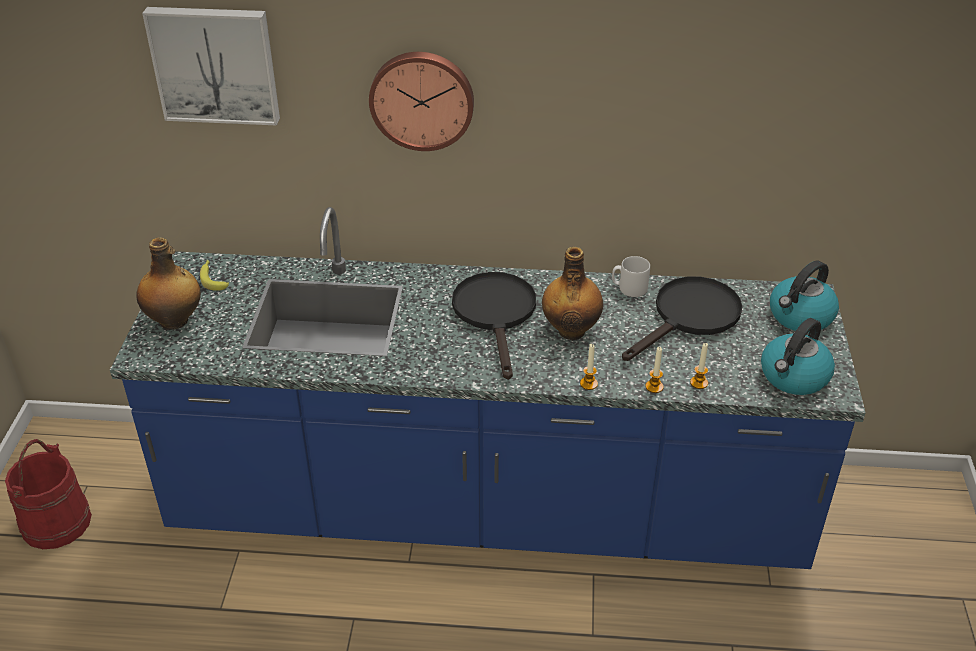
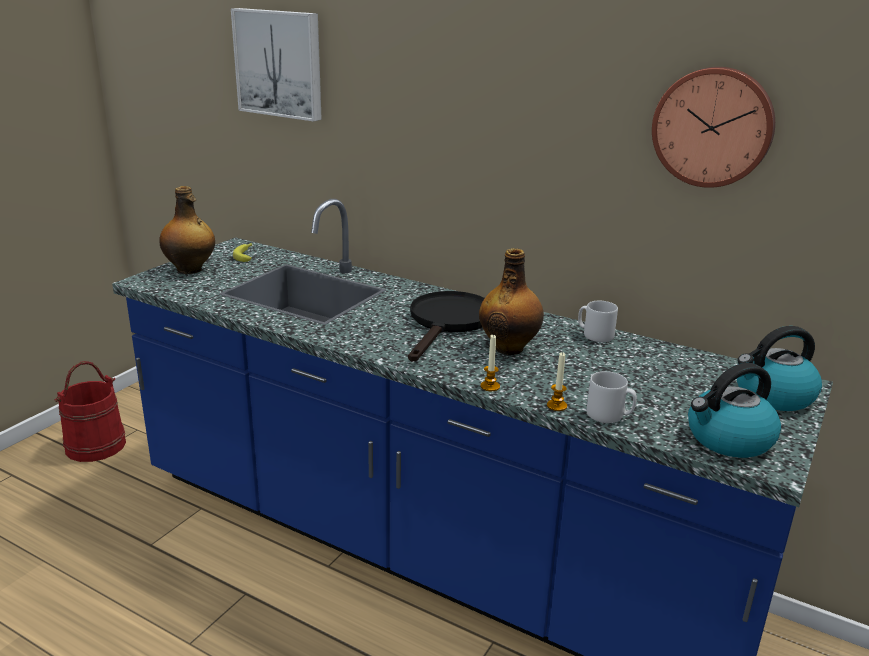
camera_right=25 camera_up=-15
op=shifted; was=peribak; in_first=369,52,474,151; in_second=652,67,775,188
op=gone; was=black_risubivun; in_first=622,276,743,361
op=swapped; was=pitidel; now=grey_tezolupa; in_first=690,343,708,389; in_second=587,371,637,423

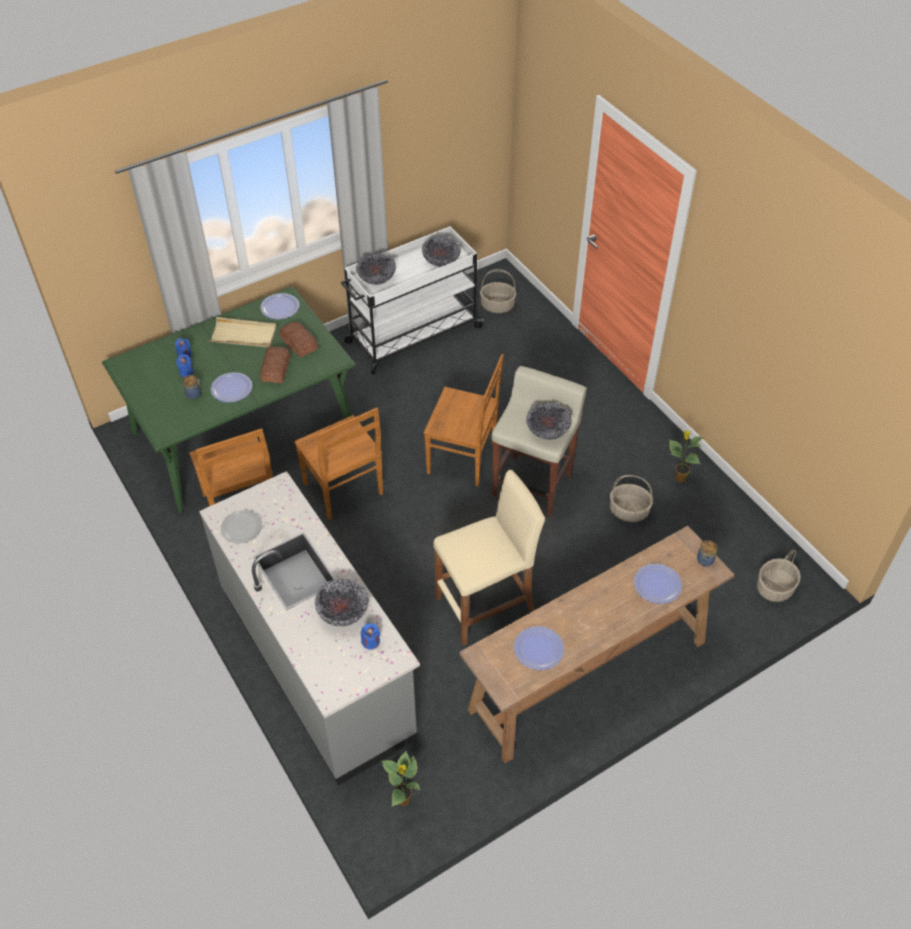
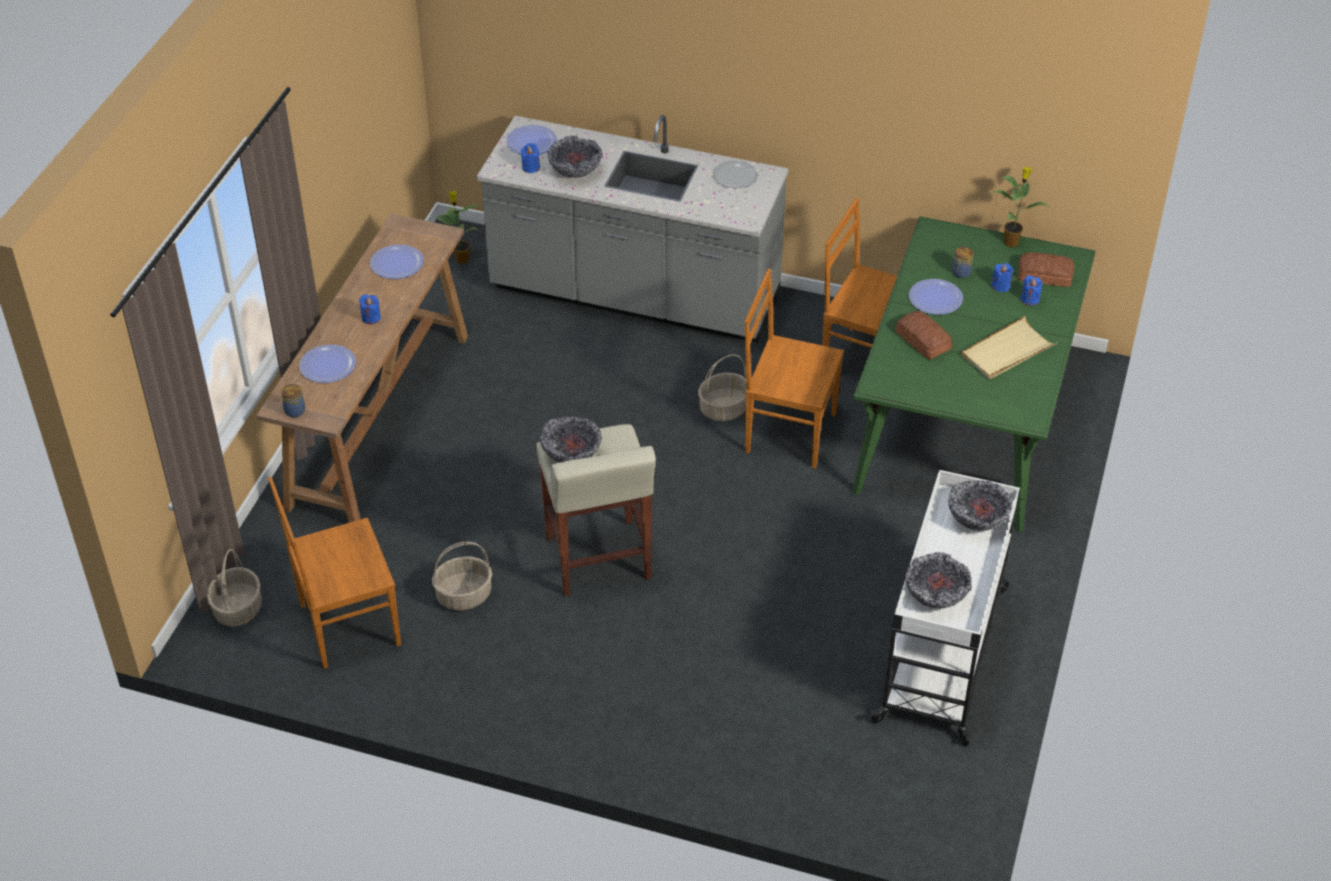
camera_right=140 camera_up=-5
op=shifted; was=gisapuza; in_first=260,293,300,320; in_second=506,125,557,155
op=shifted; was=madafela; in_first=279,322,318,358; in_second=1018,252,1074,287
op=shifted; was=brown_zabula; in_first=424,354,504,486; in_second=268,477,401,669
op=gone; was=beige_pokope; in_first=434,470,545,645
op=shifted; was=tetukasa; in_first=480,269,516,313; in_second=698,354,747,421
op=shifted; was=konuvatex; in_first=669,430,704,482; in_second=992,167,1048,248
op=new; now=blue_pitidel; in_second=359,295,381,325

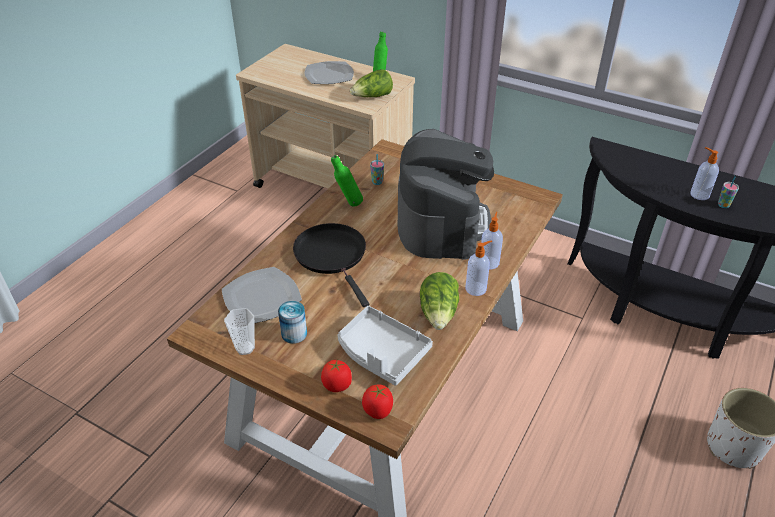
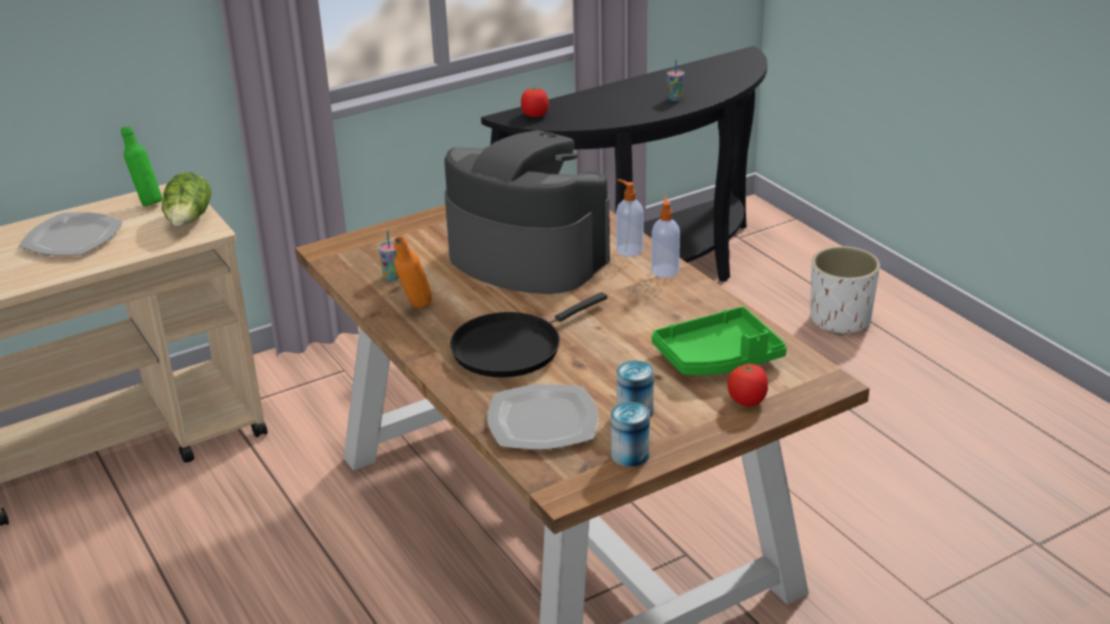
camera_right=-60 camera_up=-10
op=swapped; was=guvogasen; now=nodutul; in_first=224,308,255,355; in_second=611,402,650,467
op=rotated; was=black_risubivun; in_first=293,223,369,307; in_second=450,292,607,377; clockwise=-45
op=repainted; was=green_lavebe; now=orange_lavebe; in_first=331,155,363,207; in_second=394,236,432,308
op=repainted; was=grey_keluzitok; now=green_keluzitok; in_first=338,306,433,386; in_second=652,306,787,375
op=shifted; was=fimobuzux; in_first=362,384,393,419; in_second=521,87,549,117
op=gone; was=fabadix; in_first=420,272,459,330
op=gone; was=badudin; in_first=690,147,719,200

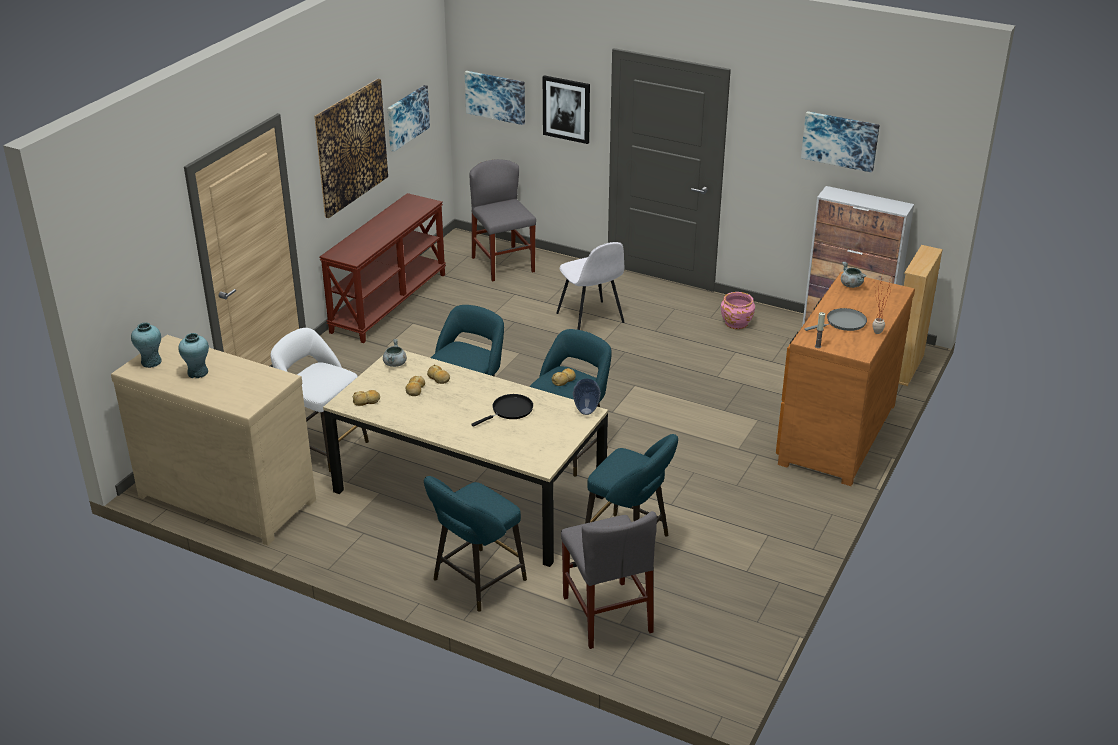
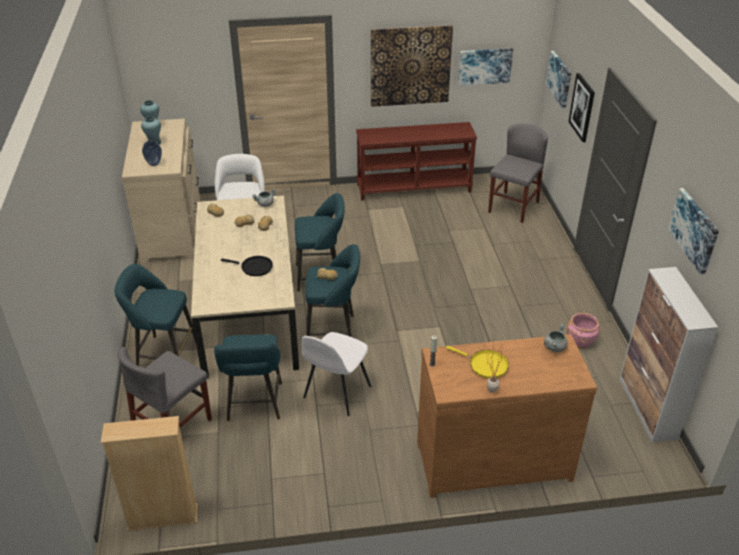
camera_right=55 camera_up=5
op=shifted; was=white_zabula; in_first=556,242,624,330; in_second=302,332,371,416
op=shifted; was=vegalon; in_first=573,379,601,415; in_second=142,141,162,166
op=repainted; was=grey_risubivun; now=yellow_risubivun; in_first=804,308,867,331; in_second=446,346,509,378
op=shifted; was=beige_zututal; in_first=899,245,943,386; in_second=101,416,198,531

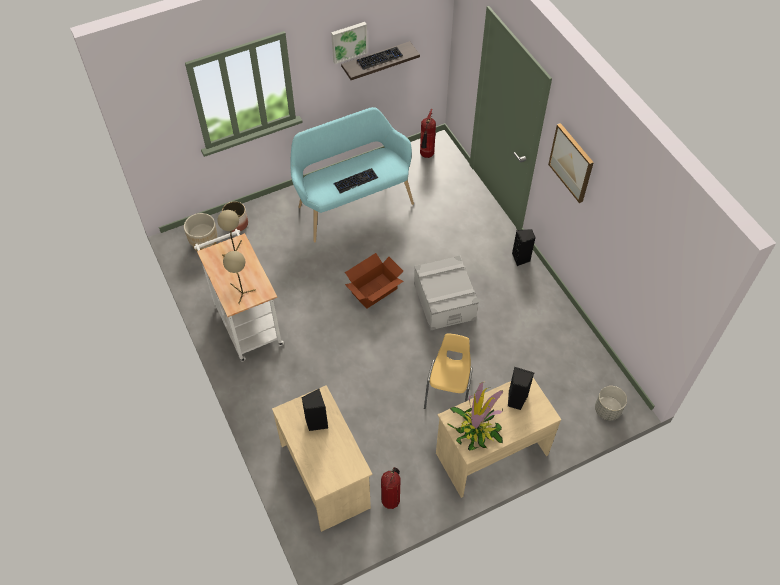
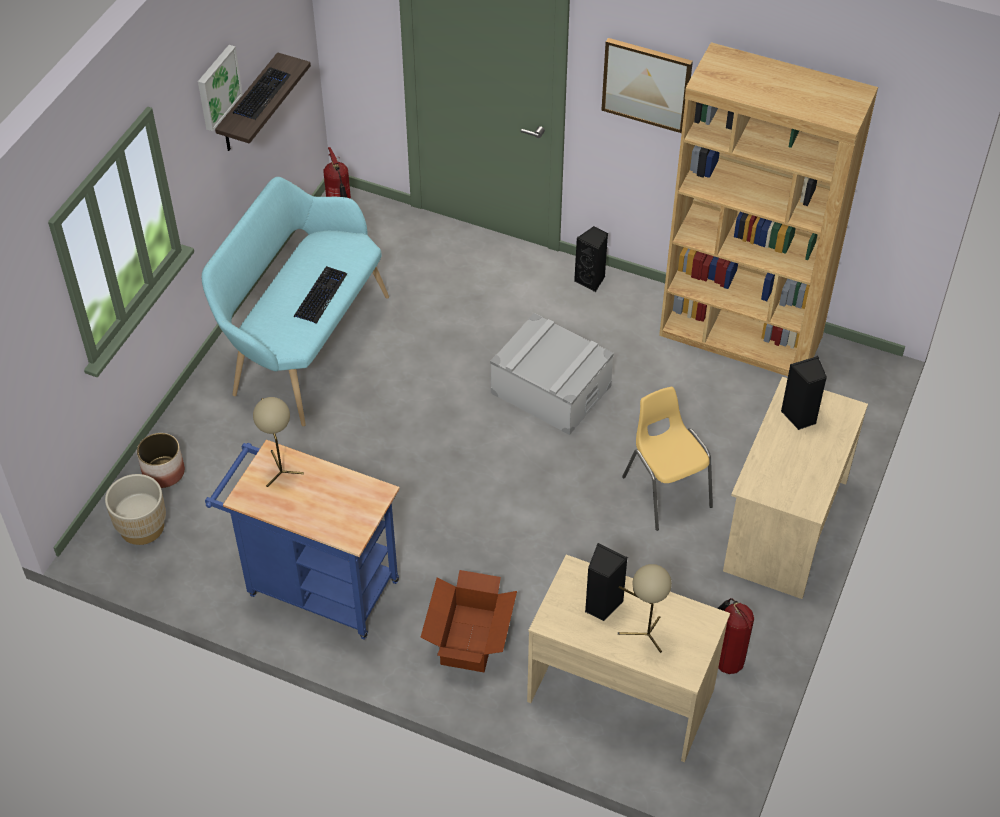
camera_right=-40 camera_up=-5
op=repainted; was=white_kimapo; now=blue_kimapo; in_first=194,229,284,362; in_second=205,440,400,640
op=shifted; was=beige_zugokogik; in_first=222,251,256,304; in_second=618,564,672,653
op=shifted; was=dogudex; in_first=345,253,404,309; in_second=420,570,517,672
op=gone; was=konuvatex; in_first=447,382,503,451
op=gone; was=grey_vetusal; in_first=595,386,627,420
op=new; now=brown_zututal; in_second=659,42,878,376

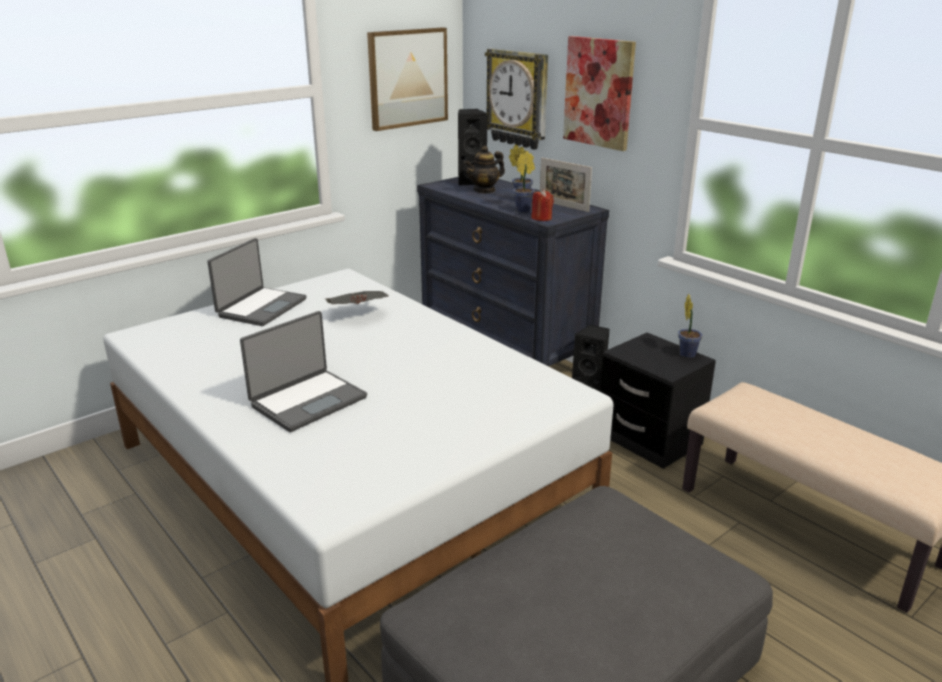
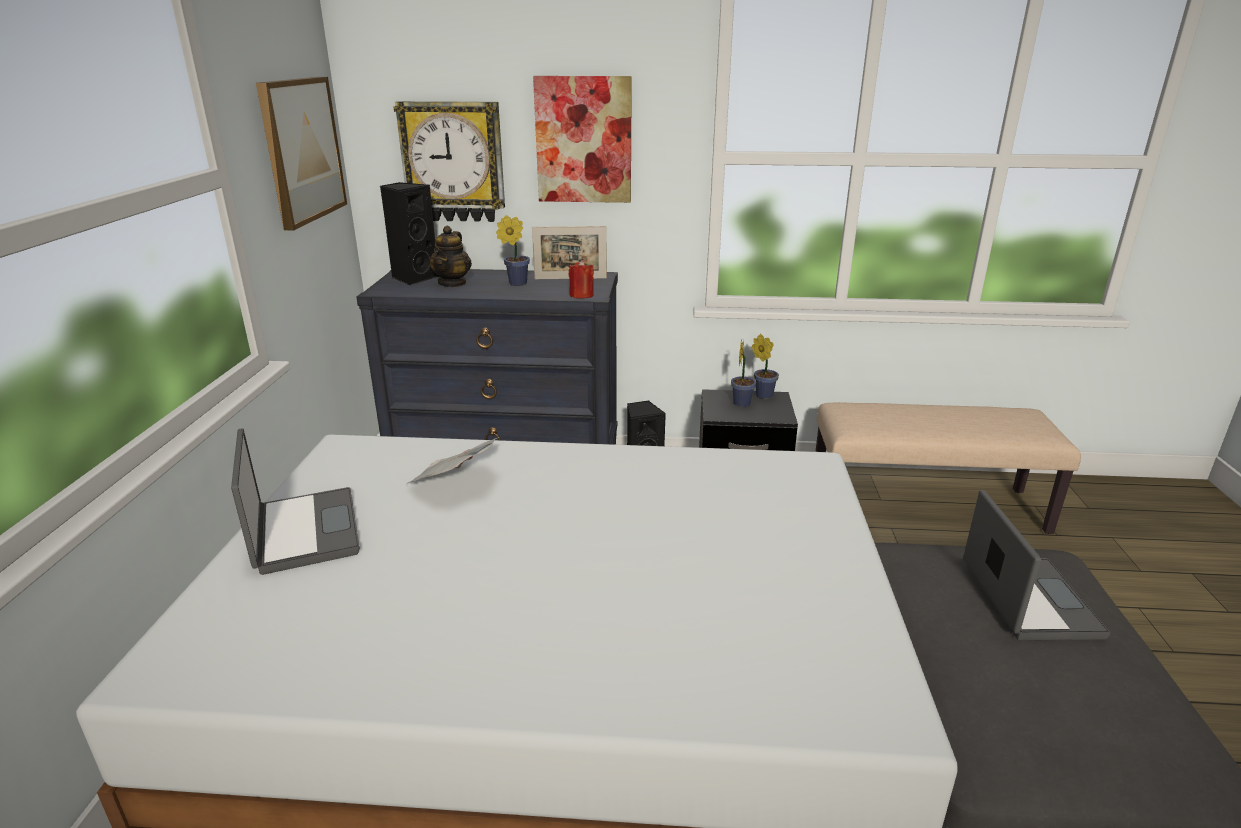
camera_right=-45 camera_up=0
op=shifted; was=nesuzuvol; in_first=240,311,367,432; in_second=963,490,1110,640
op=shifted; was=konuvatex; in_first=513,151,535,213; in_second=731,339,756,407

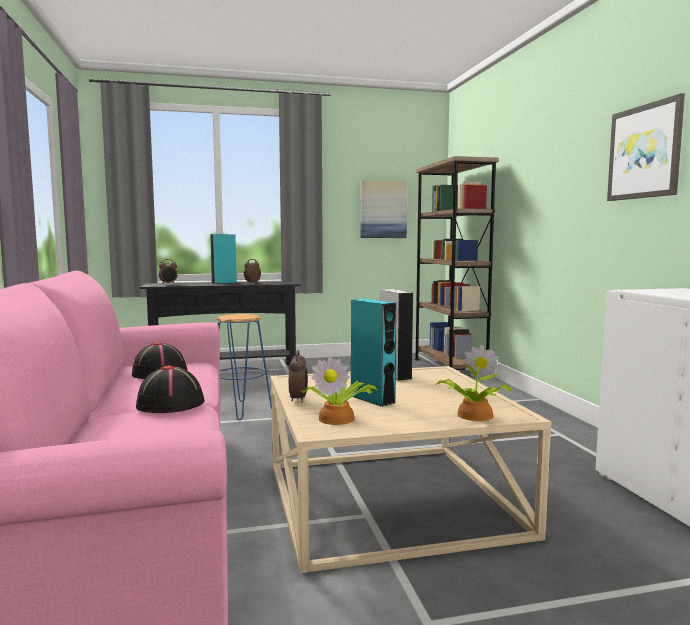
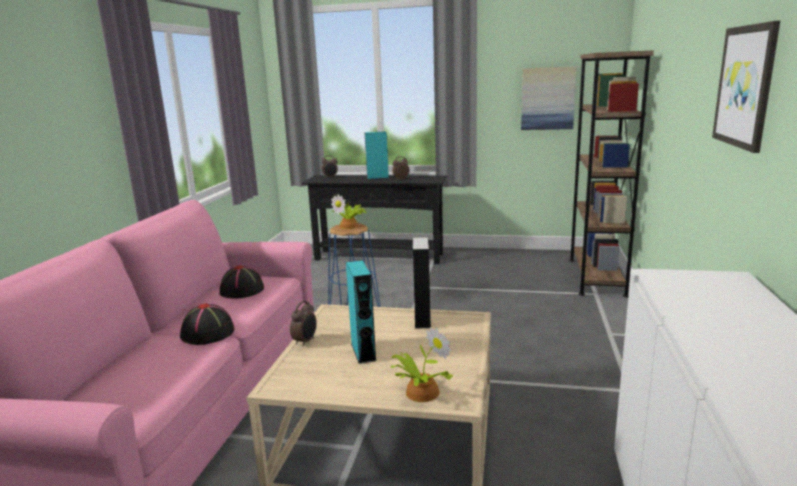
camera_right=25 camera_up=10
op=shifted; was=konuvatex; in_first=301,356,377,425; in_second=331,194,367,229

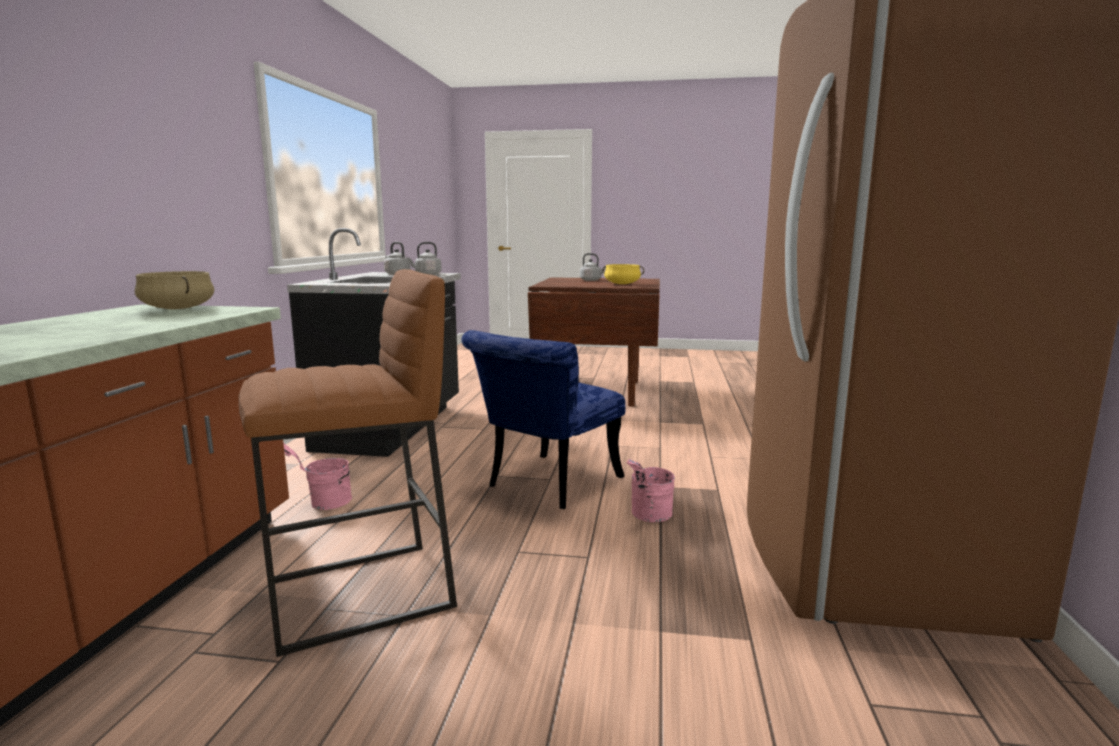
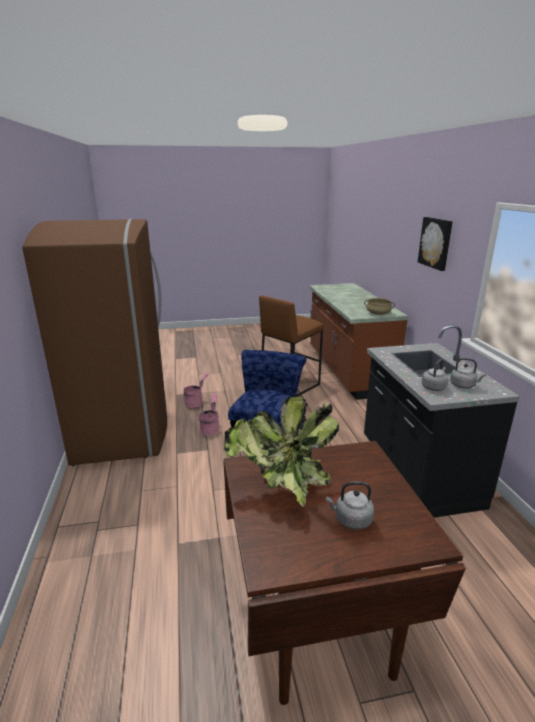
camera_right=160 camera_up=10
op=shifted; was=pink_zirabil; in_first=283,443,352,510; in_second=183,373,209,408
op=swapped; was=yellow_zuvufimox; now=konuvatex; in_first=603,264,644,284; in_second=224,397,339,507
op=new; now=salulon; in_second=418,217,453,271

